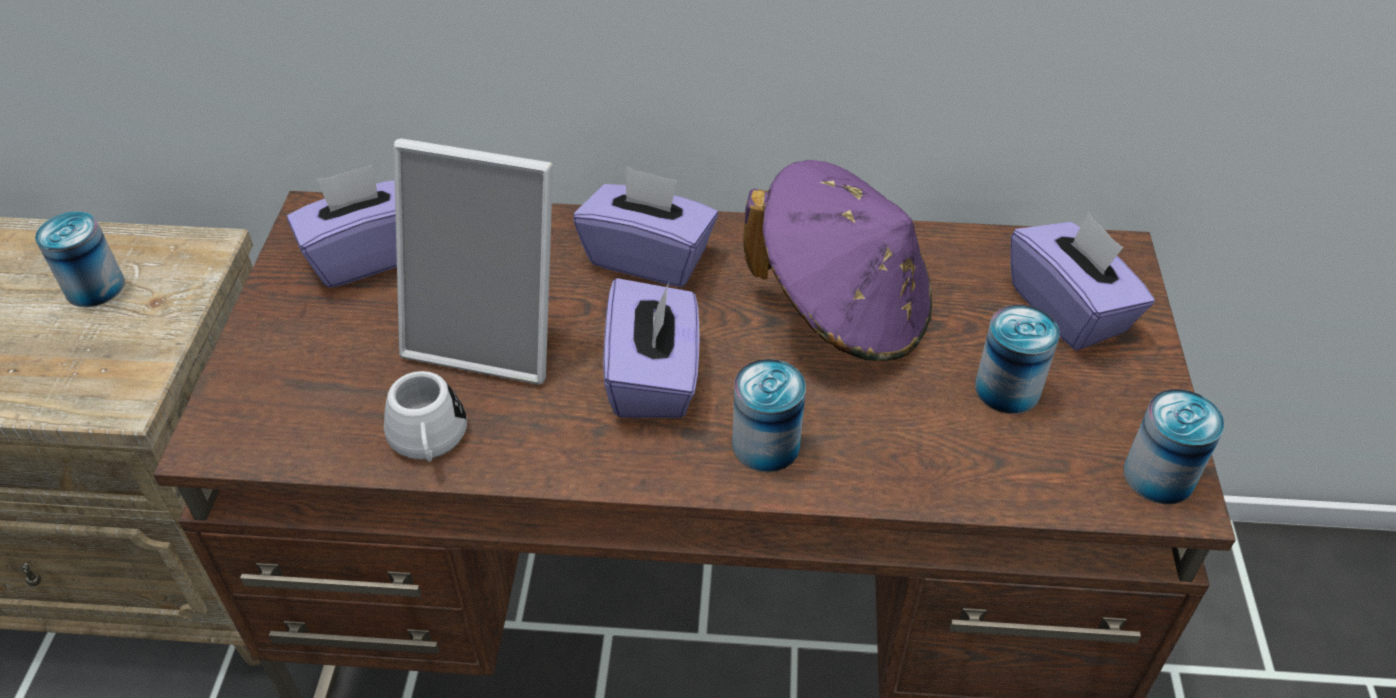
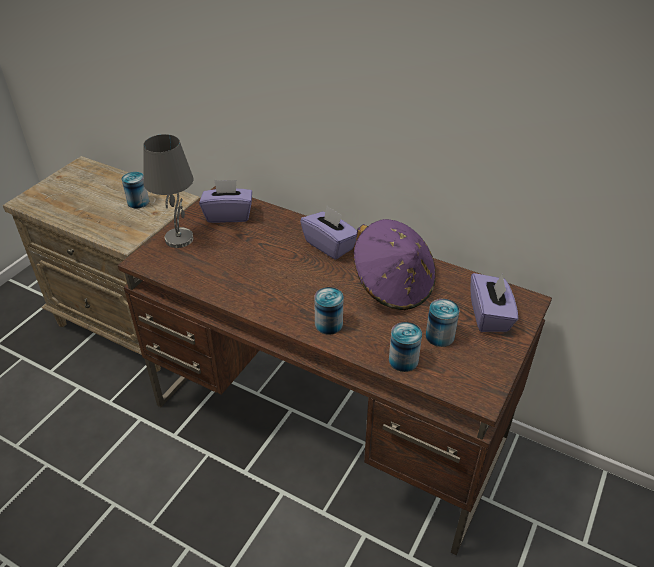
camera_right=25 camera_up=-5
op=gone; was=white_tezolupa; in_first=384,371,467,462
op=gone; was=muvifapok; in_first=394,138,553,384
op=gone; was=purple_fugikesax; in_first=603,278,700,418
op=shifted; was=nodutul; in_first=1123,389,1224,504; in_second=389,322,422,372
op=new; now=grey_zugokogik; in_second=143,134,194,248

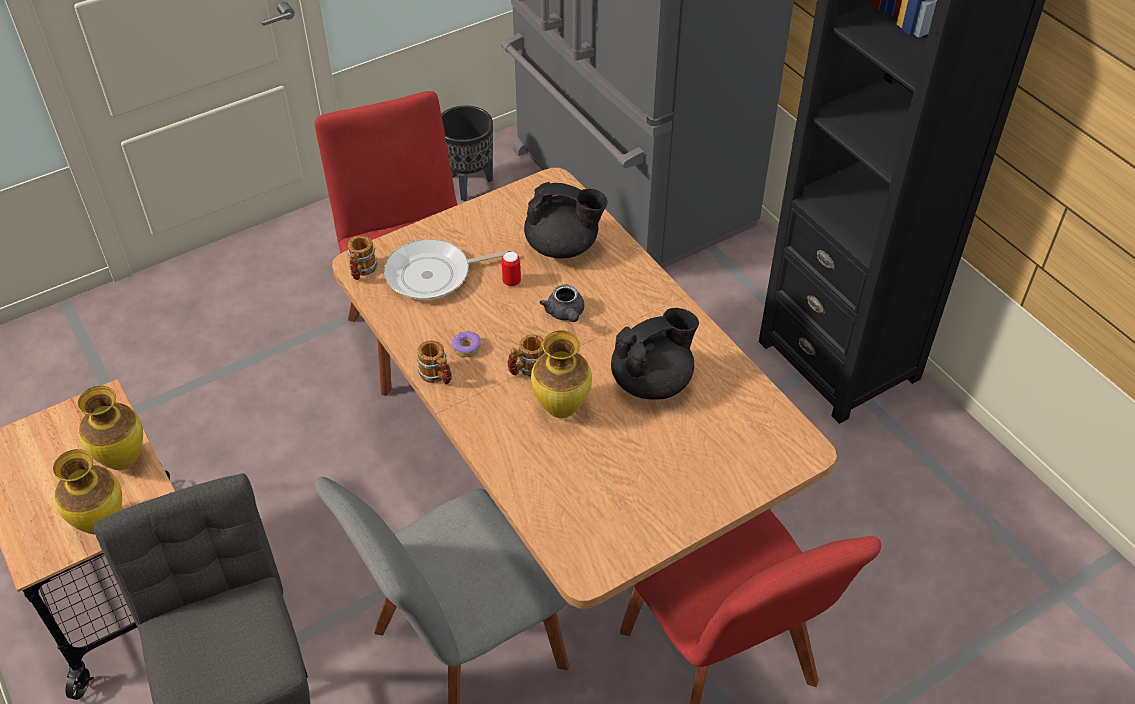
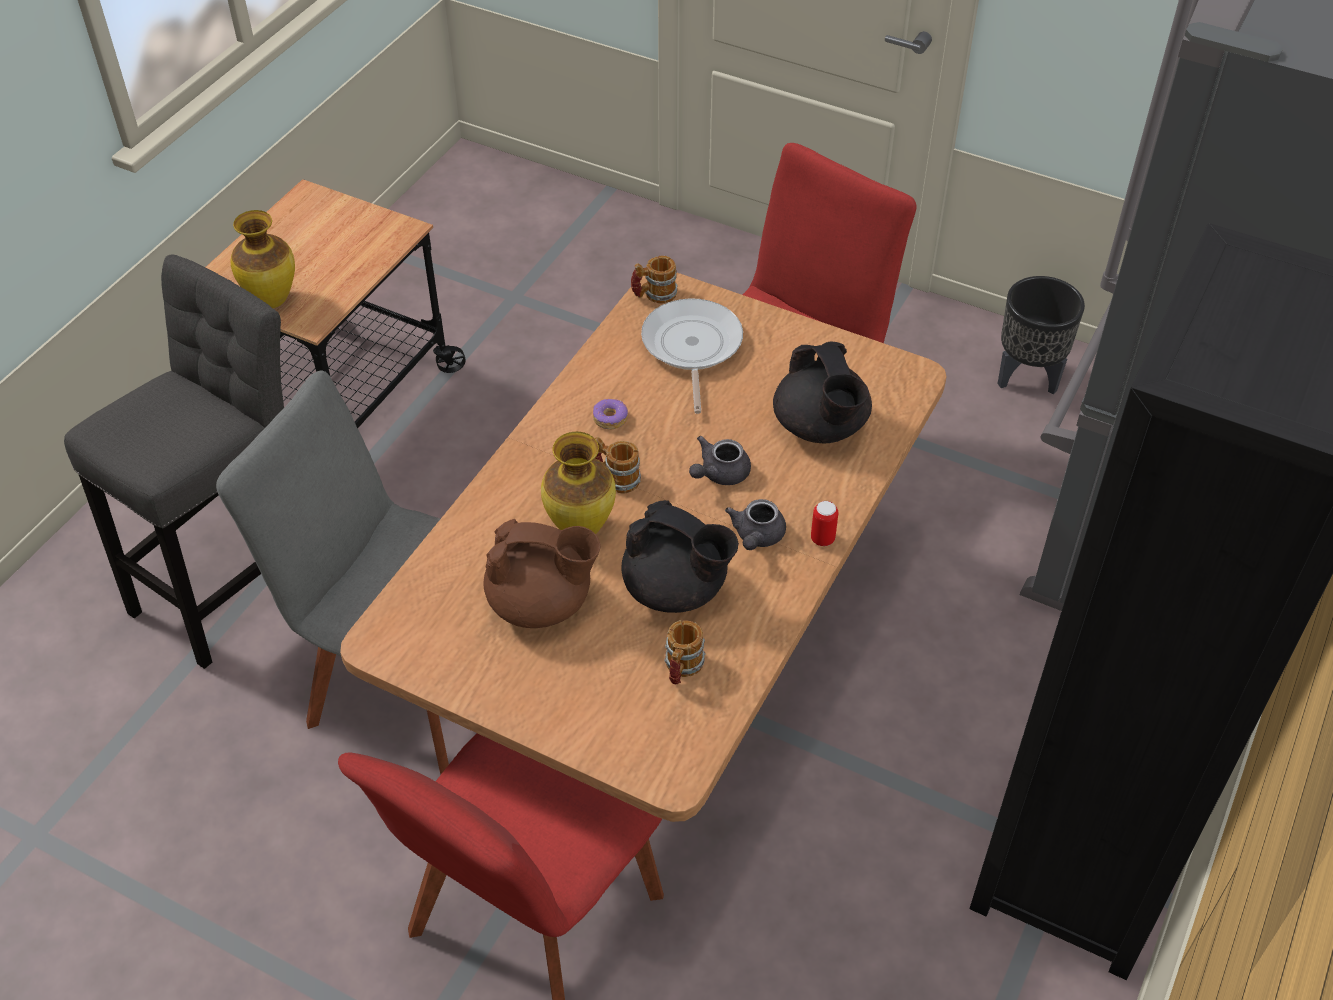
camera_right=60 camera_up=0
op=gone; was=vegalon; in_first=77,386,143,470
op=rotated; was=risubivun; in_first=384,239,513,300; in_second=641,298,743,414; clockwise=45
op=shifted; was=tezolupa; in_first=417,340,452,385; in_second=664,620,705,684
op=shifted; was=nodutul; in_first=502,252,521,286; in_second=811,501,838,546
op=new; now=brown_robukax; in_second=483,519,601,628
op=new; now=grey_robukax; in_second=725,499,786,550

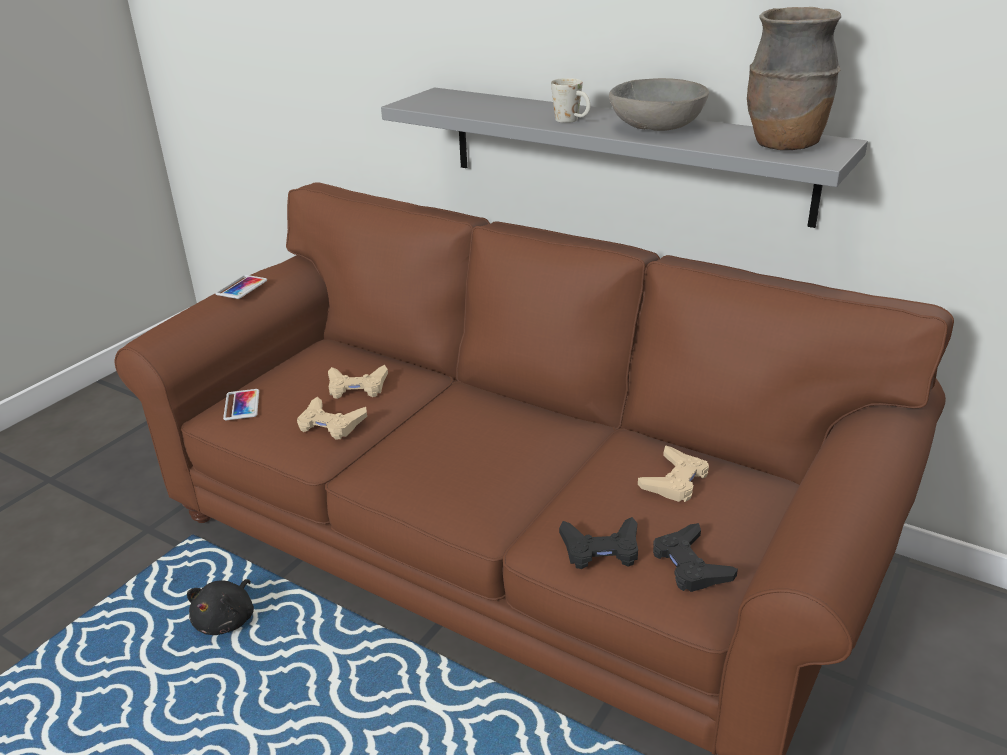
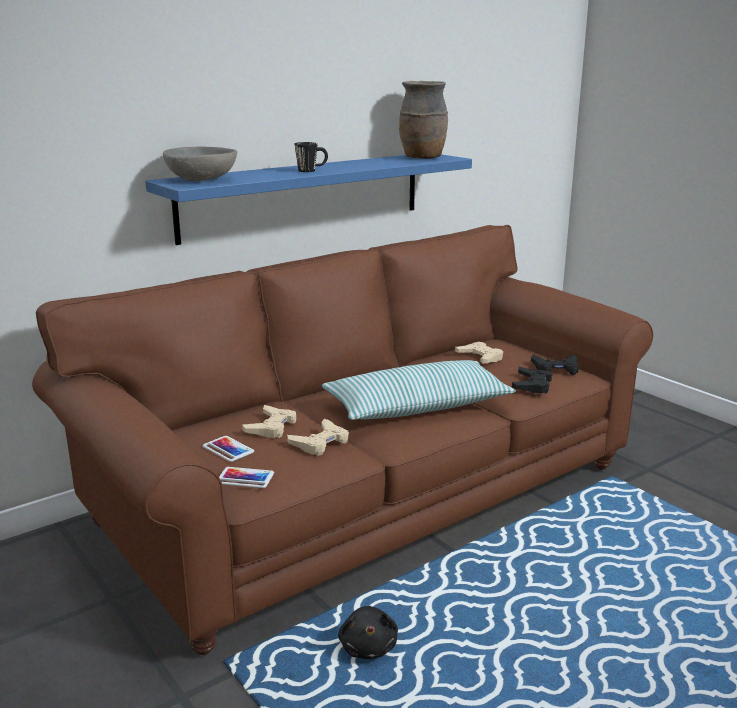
camera_right=-70 camera_up=-10
op=rotated; was=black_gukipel; in_first=187,579,254,635; in_second=338,606,398,659; clockwise=45
op=shifted; was=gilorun; in_first=215,275,267,299; in_second=203,436,254,462
op=repainted; was=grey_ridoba; now=blue_ridoba; in_first=381,87,868,228; in_second=145,154,472,245
op=repainted; was=white_tezolupa; now=black_tezolupa; in_first=551,78,590,123; in_second=295,142,328,172
op=shifted; was=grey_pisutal; in_first=609,78,709,131; in_second=163,147,237,181
op=new; now=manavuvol; in_second=322,360,516,420

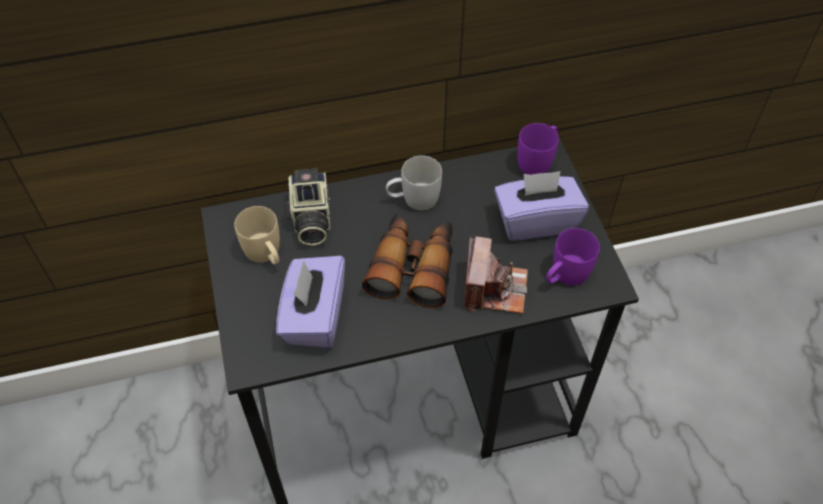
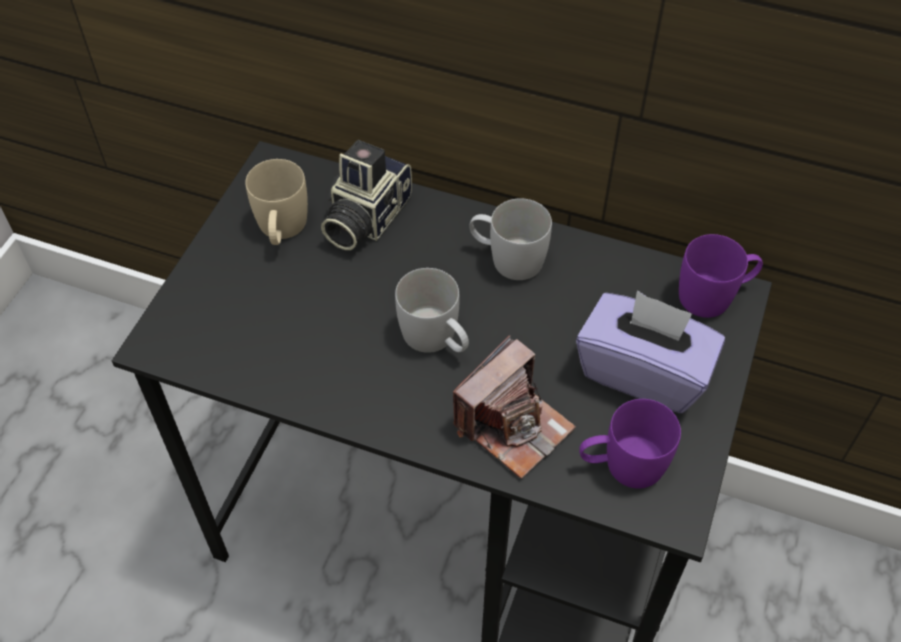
camera_right=35 camera_up=0
op=gone; was=purple_fugikesax; in_first=276,256,345,348
op=swapped; was=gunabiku; now=white_tezolupa; in_first=362,213,453,308; in_second=395,268,469,353

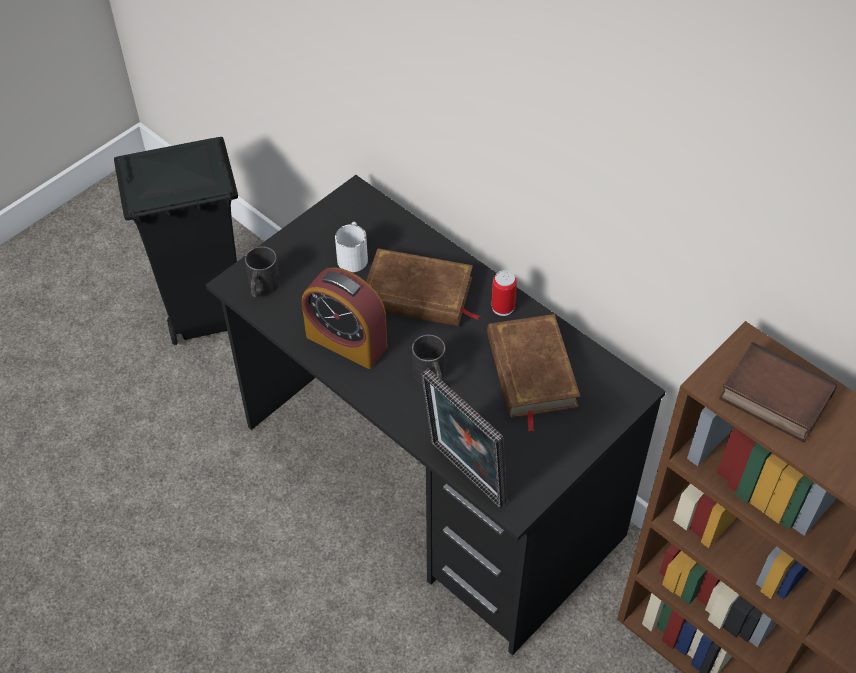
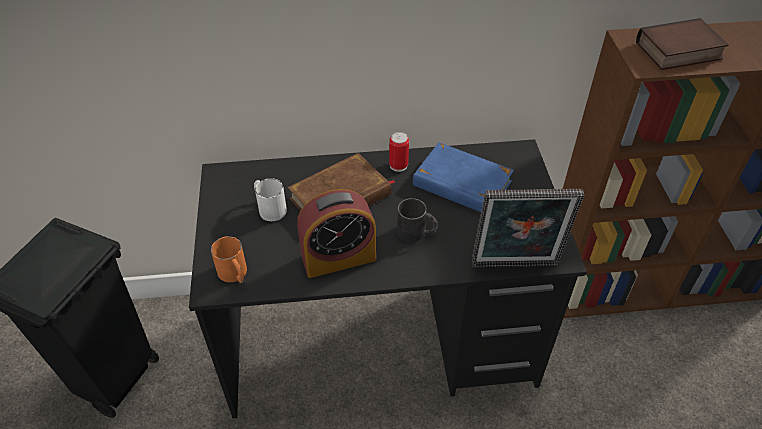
camera_right=-50 camera_up=-5
op=repainted; was=black_tezolupa; now=orange_tezolupa; in_first=245,246,280,298; in_second=211,236,247,283
op=repainted; was=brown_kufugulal; now=blue_kufugulal; in_first=487,314,581,432; in_second=413,142,514,212

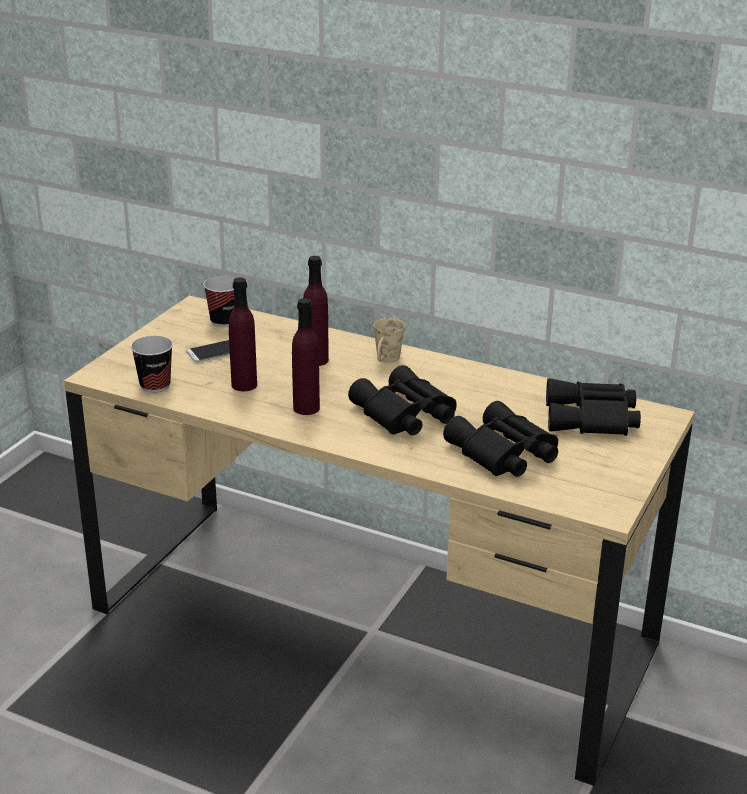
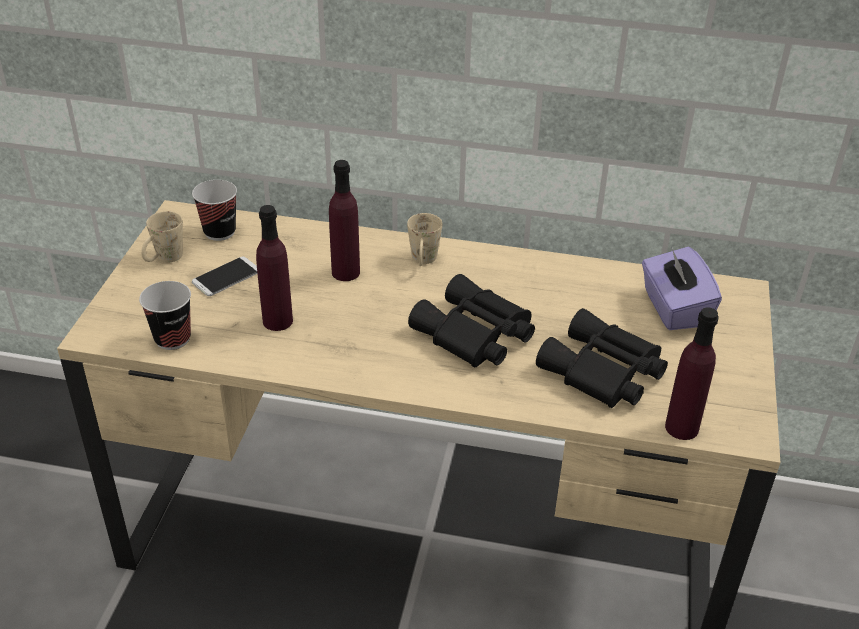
camera_right=-15 camera_up=10
op=shifted; was=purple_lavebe; in_first=292,298,320,415; in_second=665,307,719,440
op=swapped; was=black_gunabiku; now=purple_fugikesax; in_first=546,378,641,436; in_second=642,247,722,330
op=new; now=beige_tezolupa; in_second=141,211,183,263

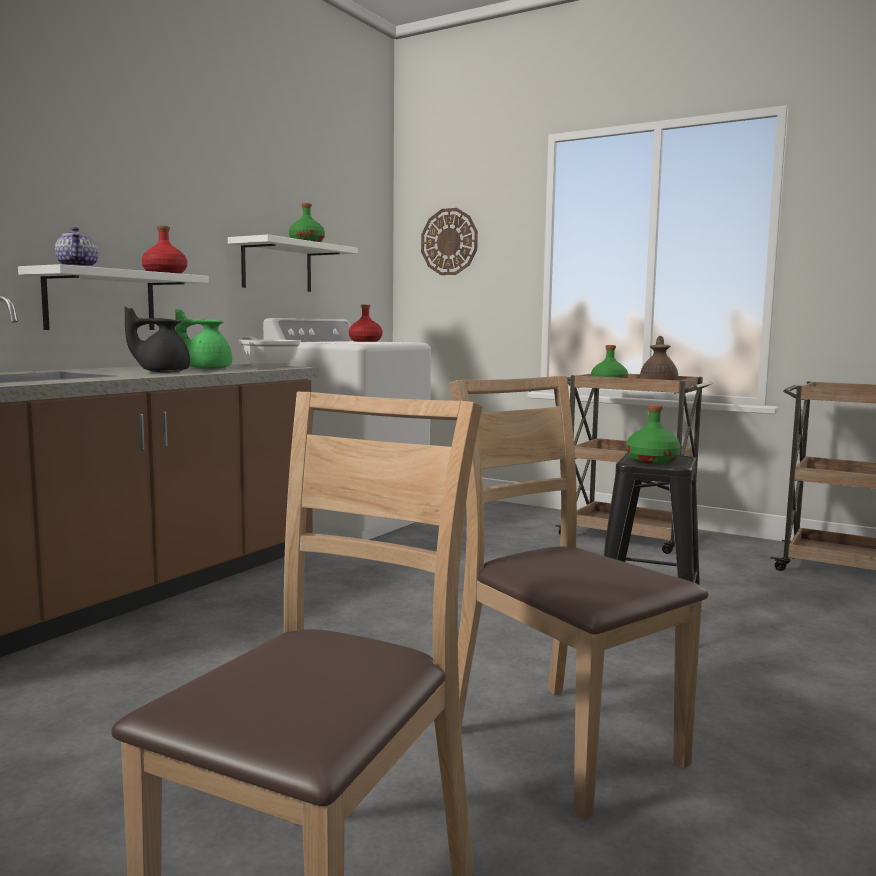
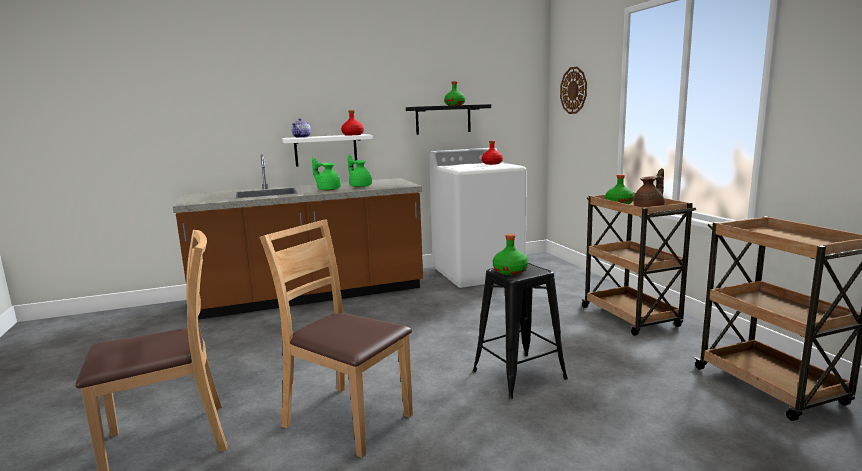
camera_right=40 camera_up=5
op=repainted; was=black_robukax; now=green_robukax; in_first=124,306,190,373; in_second=312,158,341,191
op=repainted; was=white_ridoba; now=black_ridoba; in_first=228,235,358,292; in_second=406,104,491,135
op=gone; was=risubivun; in_first=238,337,301,368
op=rotated; was=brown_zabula; in_first=449,376,708,821; in_second=260,219,413,458; clockwise=-60

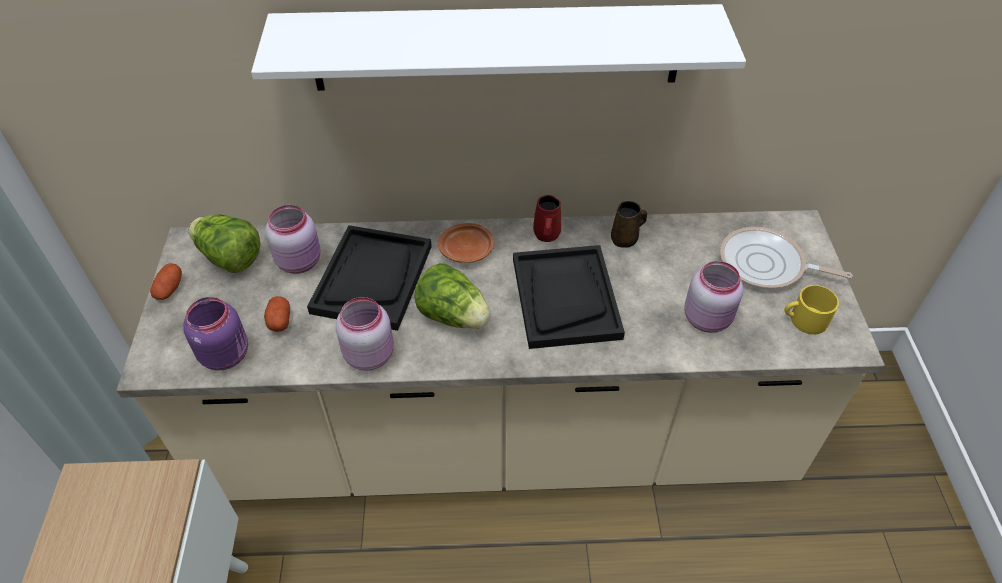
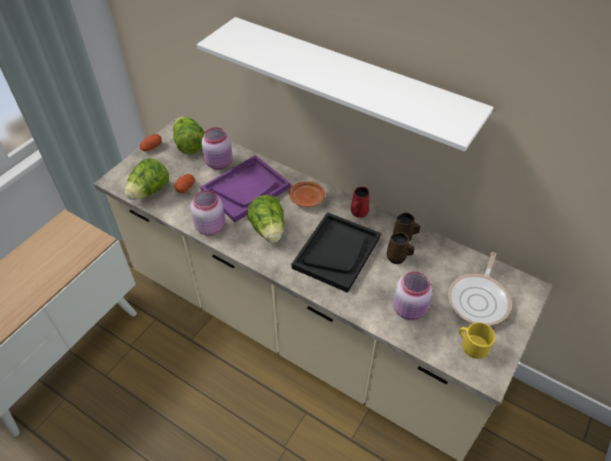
camera_right=35 camera_up=0
op=swapped; was=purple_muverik; now=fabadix; in_first=183,297,248,370; in_second=124,158,169,200
op=repainted; was=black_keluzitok; now=purple_keluzitok; in_first=307,225,432,331; in_second=200,155,290,222
op=rotated; was=risubivun; in_first=720,227,853,290; in_second=448,252,511,326; clockwise=-120
op=new; now=brown_tezolupa; in_second=387,232,414,264

